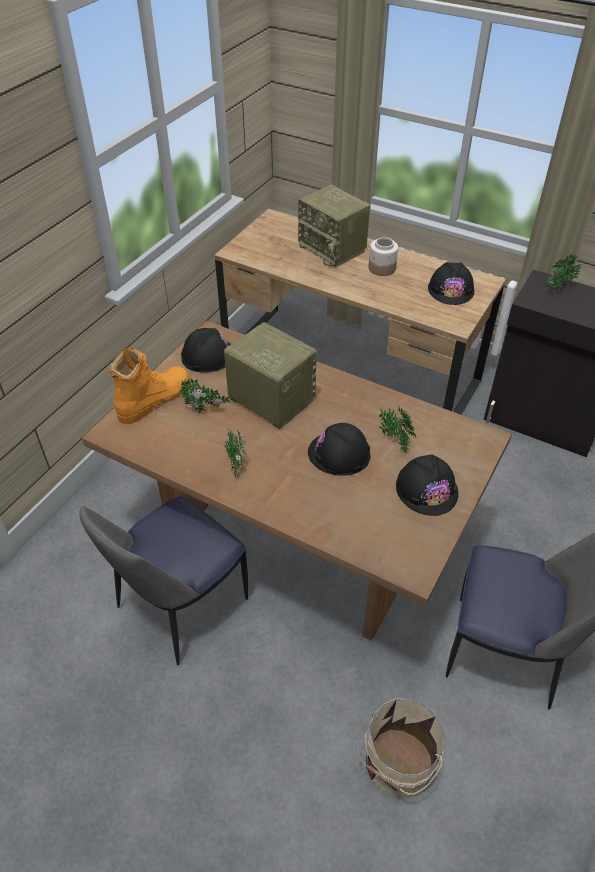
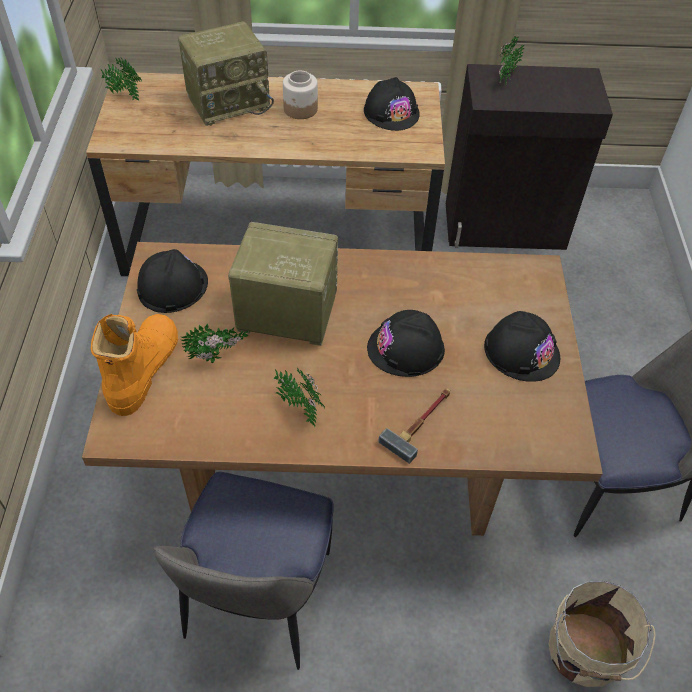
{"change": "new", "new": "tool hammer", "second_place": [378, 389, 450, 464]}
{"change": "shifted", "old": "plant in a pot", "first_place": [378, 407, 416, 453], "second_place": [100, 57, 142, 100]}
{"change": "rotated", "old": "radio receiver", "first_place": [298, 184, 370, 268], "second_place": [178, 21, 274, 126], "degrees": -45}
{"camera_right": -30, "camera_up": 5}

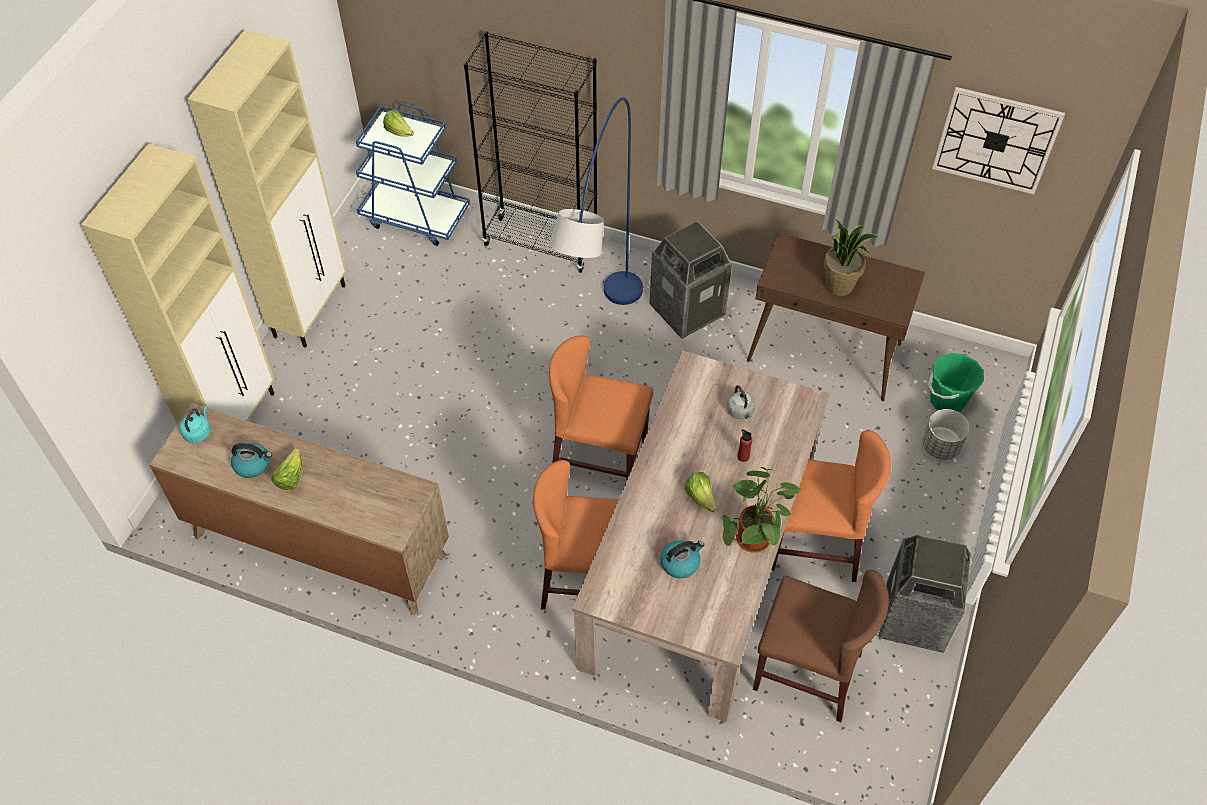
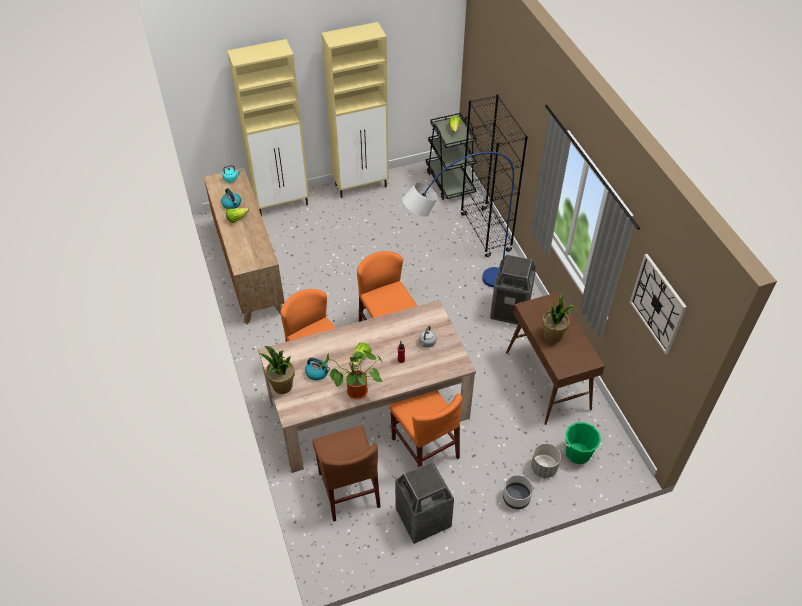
{"change": "new", "new": "plant in a pot", "second_place": [259, 346, 295, 394]}
{"change": "new", "new": "flower pot in grey", "second_place": [503, 475, 533, 509]}
{"change": "repainted", "old": "trolley in blue", "new": "trolley in black", "first_place": [356, 103, 470, 246], "second_place": [426, 113, 477, 200]}
{"camera_right": 50, "camera_up": -5}

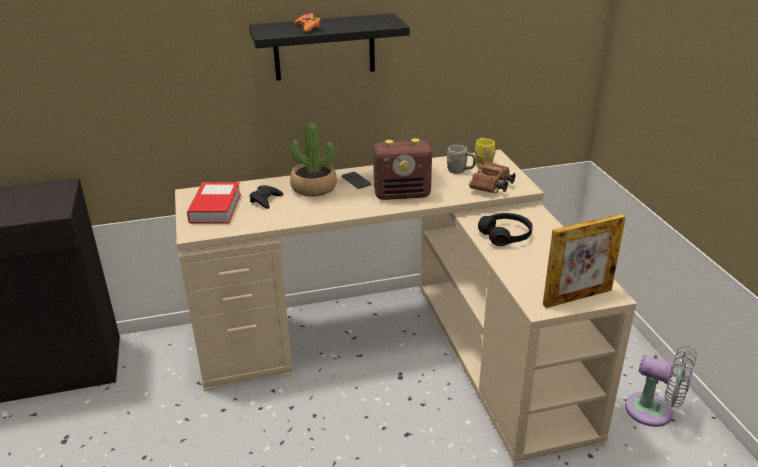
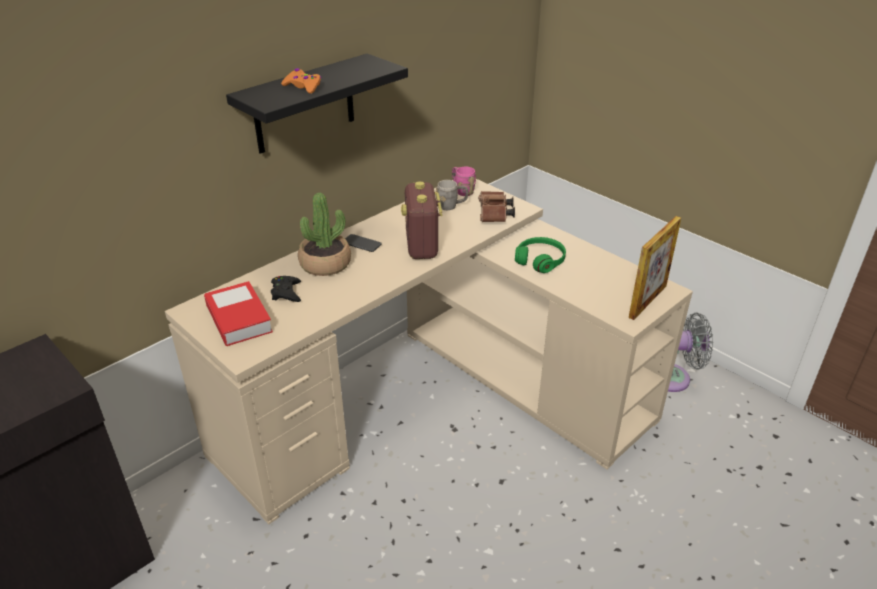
{"change": "repainted", "old": "coffee mug in yellow-coloured", "new": "coffee mug in pinkish", "first_place": [475, 138, 496, 165], "second_place": [452, 167, 476, 196]}
{"change": "repainted", "old": "pair of headphones in black", "new": "pair of headphones in green-coloured", "first_place": [478, 213, 533, 246], "second_place": [515, 237, 566, 273]}
{"change": "rotated", "old": "radio receiver", "first_place": [373, 138, 432, 200], "second_place": [401, 181, 442, 259], "degrees": 120}
{"camera_right": -30, "camera_up": 5}

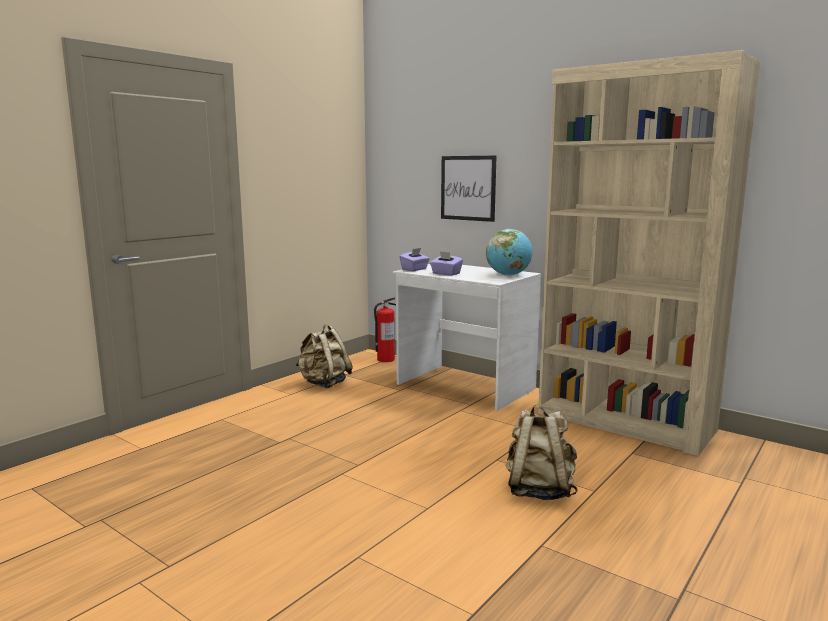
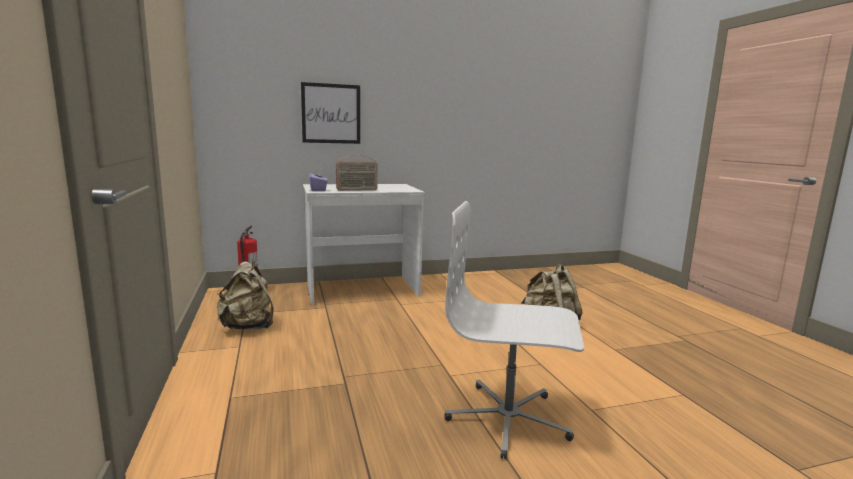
{"change": "gone", "old": "globe", "first_place": [486, 229, 533, 276]}
{"change": "gone", "old": "bookshelf in sand-coloured", "first_place": [538, 50, 760, 456]}
{"change": "new", "new": "desk chair in whitish", "second_place": [444, 201, 584, 459]}
{"change": "swapped", "old": "box of tissues in purplish", "new": "radio receiver", "first_place": [430, 251, 463, 276], "second_place": [336, 155, 378, 191]}
{"camera_right": -55, "camera_up": 0}

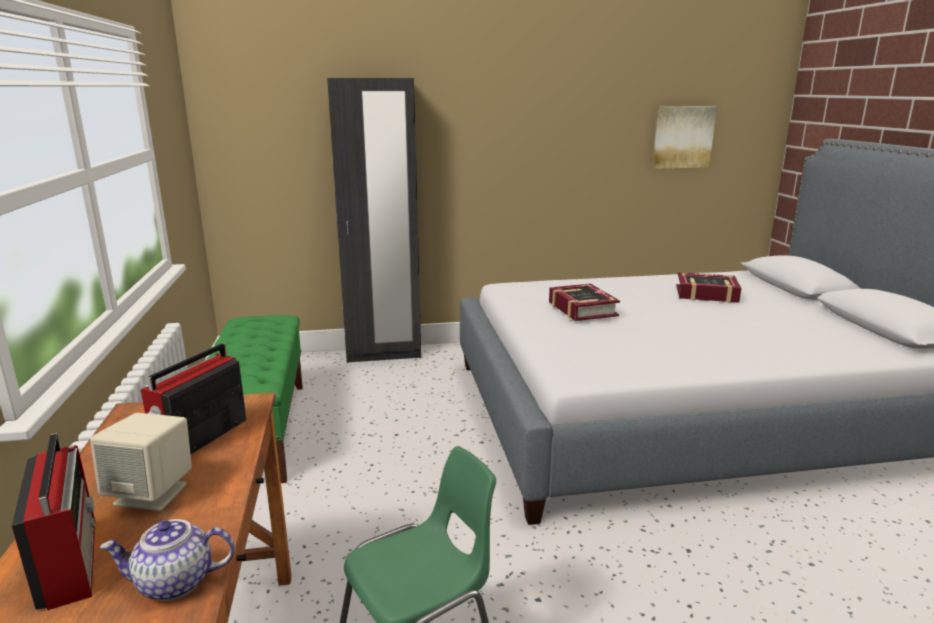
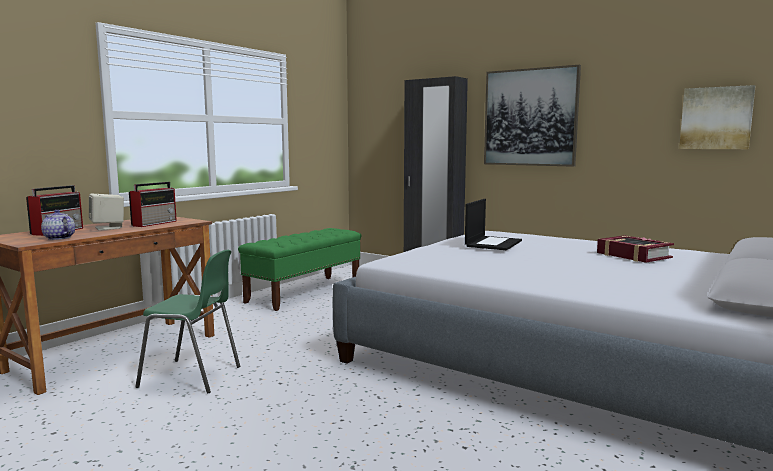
{"change": "new", "new": "picture", "second_place": [484, 65, 581, 167]}
{"change": "swapped", "old": "volume", "new": "laptop", "first_place": [549, 284, 620, 321], "second_place": [465, 199, 522, 250]}
{"change": "rotated", "old": "radio receiver", "first_place": [141, 343, 247, 454], "second_place": [129, 182, 177, 227], "degrees": 135}
{"camera_right": 45, "camera_up": -10}

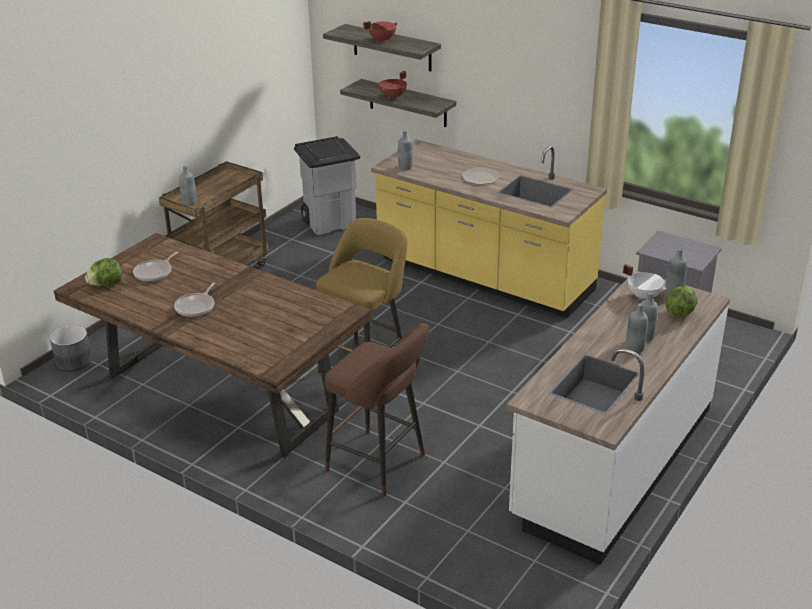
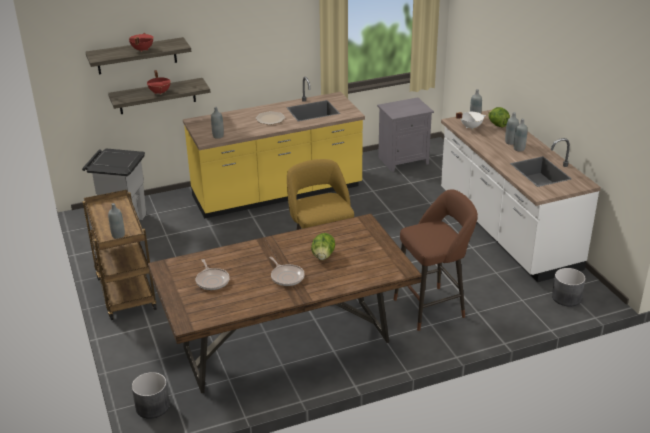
{"change": "new", "new": "flower pot in grey", "second_place": [552, 268, 586, 306]}
{"change": "shifted", "old": "head of lettuce", "first_place": [85, 258, 122, 287], "second_place": [311, 233, 335, 260]}
{"camera_right": -55, "camera_up": 0}

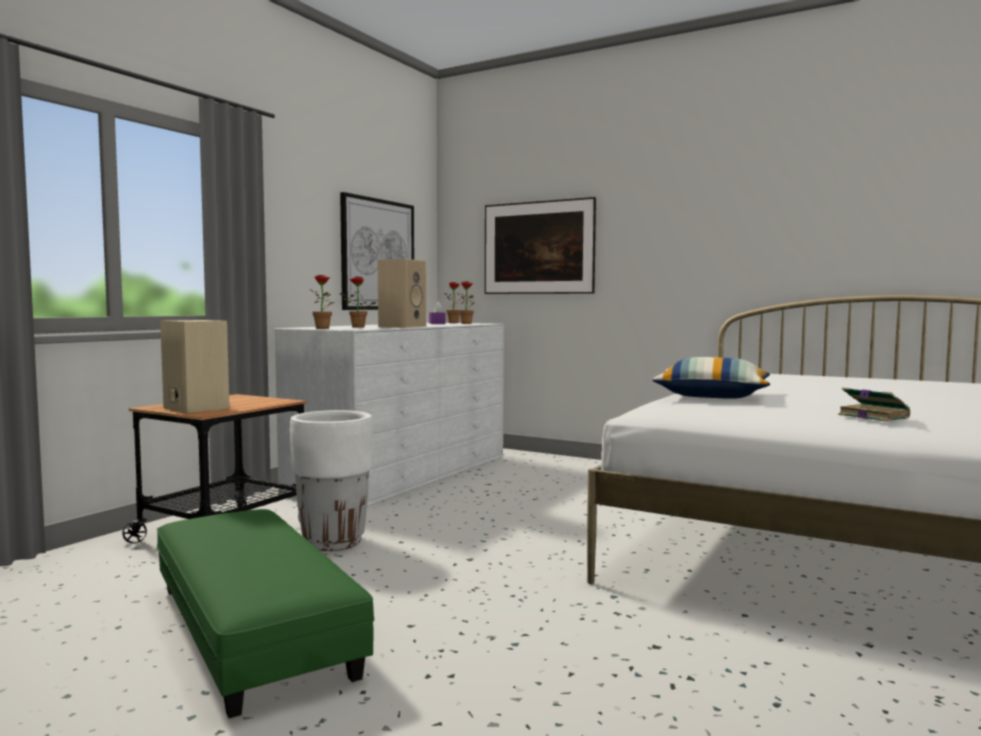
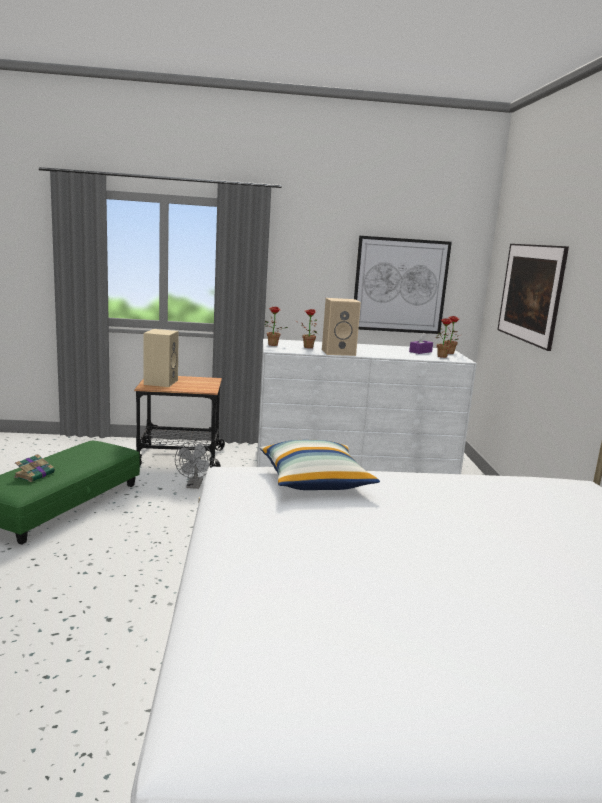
{"change": "shifted", "old": "volume", "first_place": [838, 387, 910, 422], "second_place": [14, 454, 55, 482]}
{"change": "swapped", "old": "flower pot in whitish", "new": "fan in grey", "first_place": [290, 410, 373, 551], "second_place": [175, 441, 213, 489]}
{"camera_right": 55, "camera_up": 10}

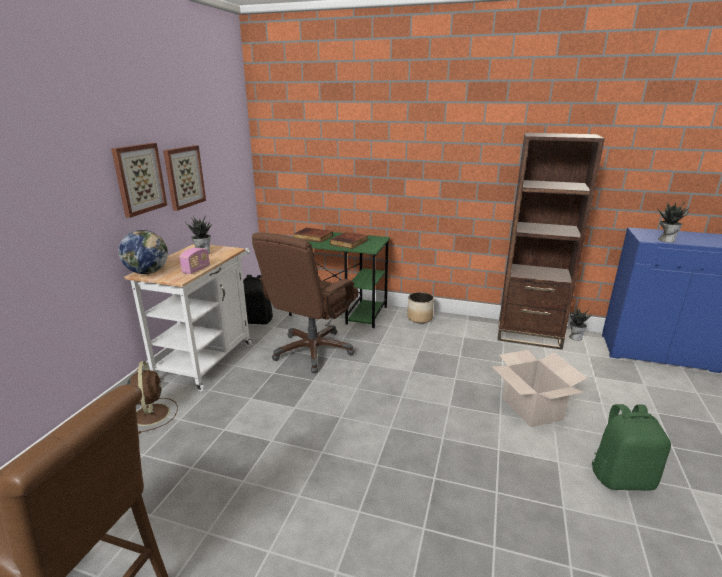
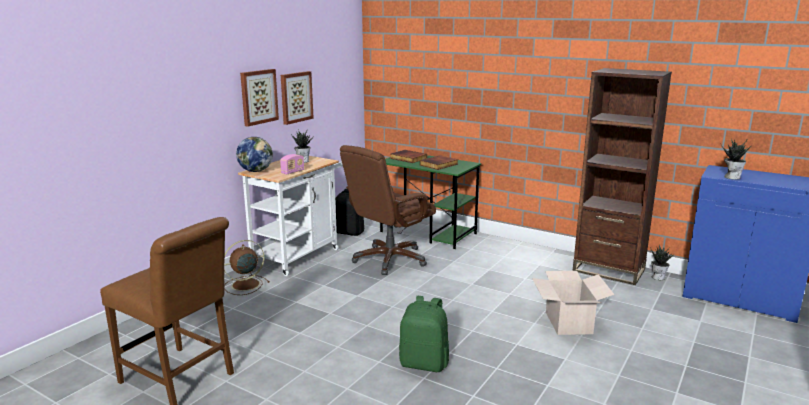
{"change": "gone", "old": "flower pot", "first_place": [407, 292, 434, 323]}
{"change": "shifted", "old": "rucksack in green-coloured", "first_place": [592, 404, 671, 490], "second_place": [399, 296, 449, 372]}
{"change": "rotated", "old": "fan in brown", "first_place": [127, 361, 178, 434], "second_place": [224, 240, 270, 295], "degrees": -120}
{"camera_right": 15, "camera_up": -5}

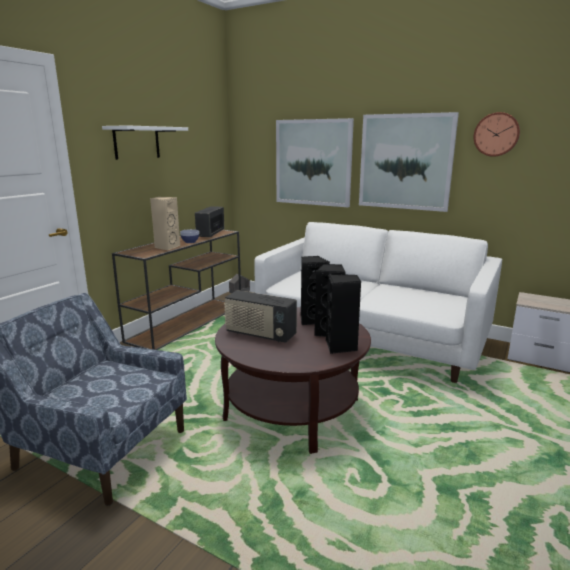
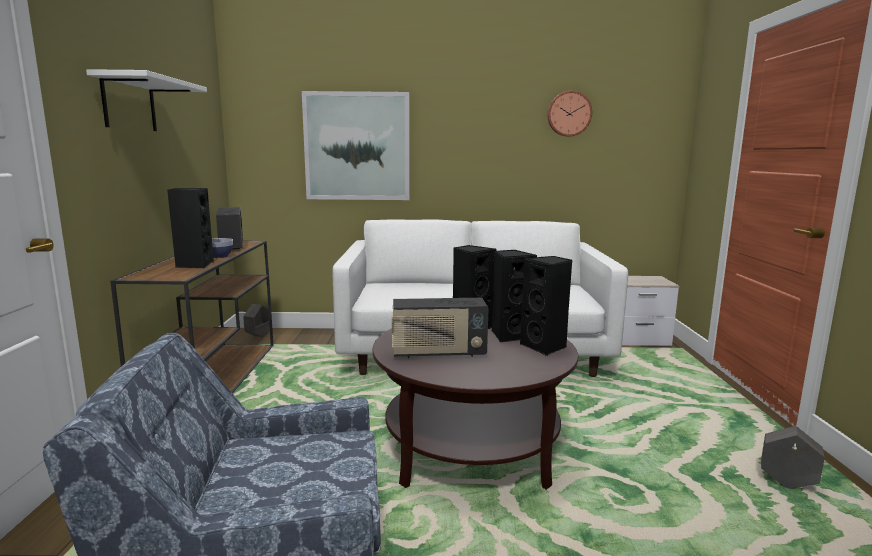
{"change": "gone", "old": "picture", "first_place": [359, 112, 459, 212]}
{"change": "new", "new": "flower pot in grey", "second_place": [761, 426, 825, 489]}
{"change": "repainted", "old": "speaker in sand-coloured", "new": "speaker in black", "first_place": [150, 197, 180, 250], "second_place": [167, 188, 214, 268]}
{"camera_right": -30, "camera_up": -5}

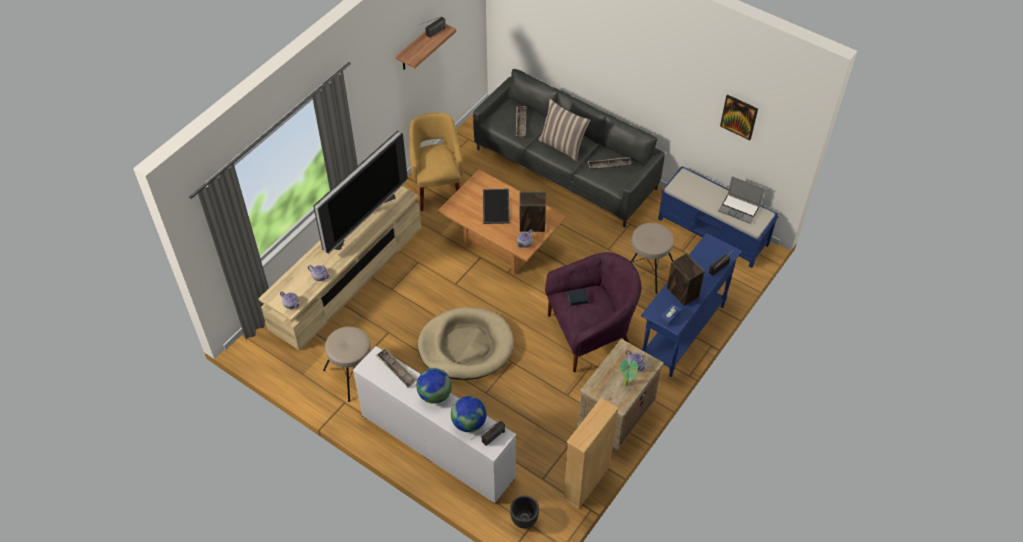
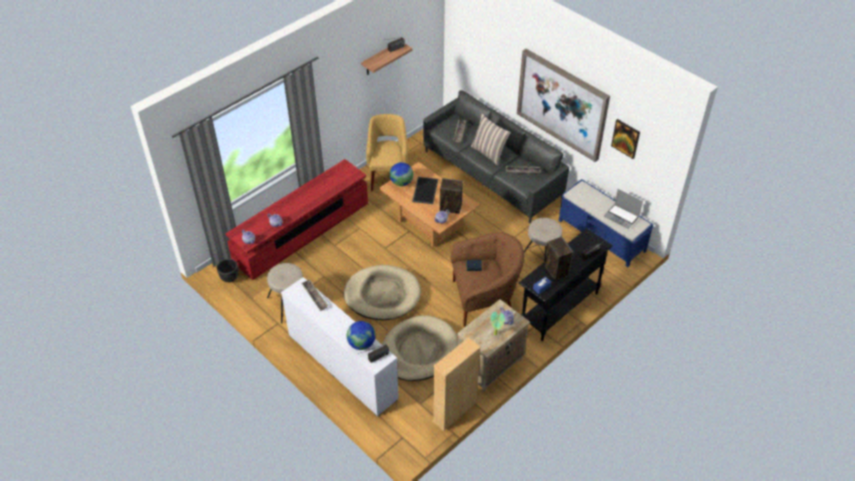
{"change": "gone", "old": "TV set", "first_place": [313, 131, 408, 254]}
{"change": "new", "new": "pet bed in sand-coloured", "second_place": [382, 315, 458, 381]}
{"change": "new", "new": "picture", "second_place": [517, 49, 610, 162]}
{"change": "shifted", "old": "globe", "first_place": [417, 368, 452, 404], "second_place": [390, 162, 413, 186]}
{"change": "shifted", "old": "flower pot in black", "first_place": [510, 495, 539, 529], "second_place": [217, 259, 239, 283]}
{"change": "repainted", "old": "media console in sand-coloured", "new": "media console in red-coloured", "first_place": [258, 186, 421, 350], "second_place": [225, 159, 368, 280]}
{"change": "repainted", "old": "lounge chair in purplish", "new": "lounge chair in brown", "first_place": [545, 252, 641, 372], "second_place": [451, 232, 525, 327]}
{"change": "repainted", "old": "console table in blue", "new": "console table in black", "first_place": [641, 233, 742, 377], "second_place": [519, 228, 613, 341]}
{"camera_right": 10, "camera_up": -5}

